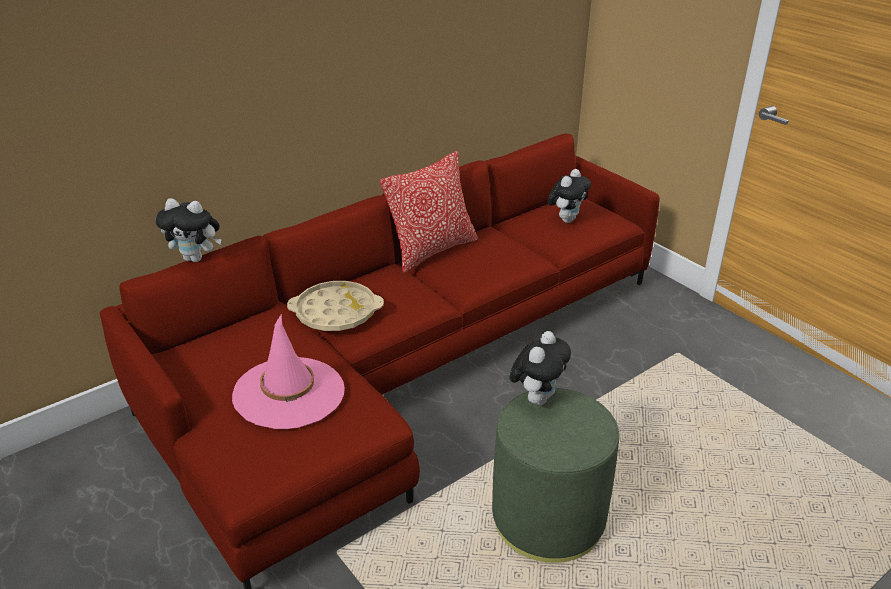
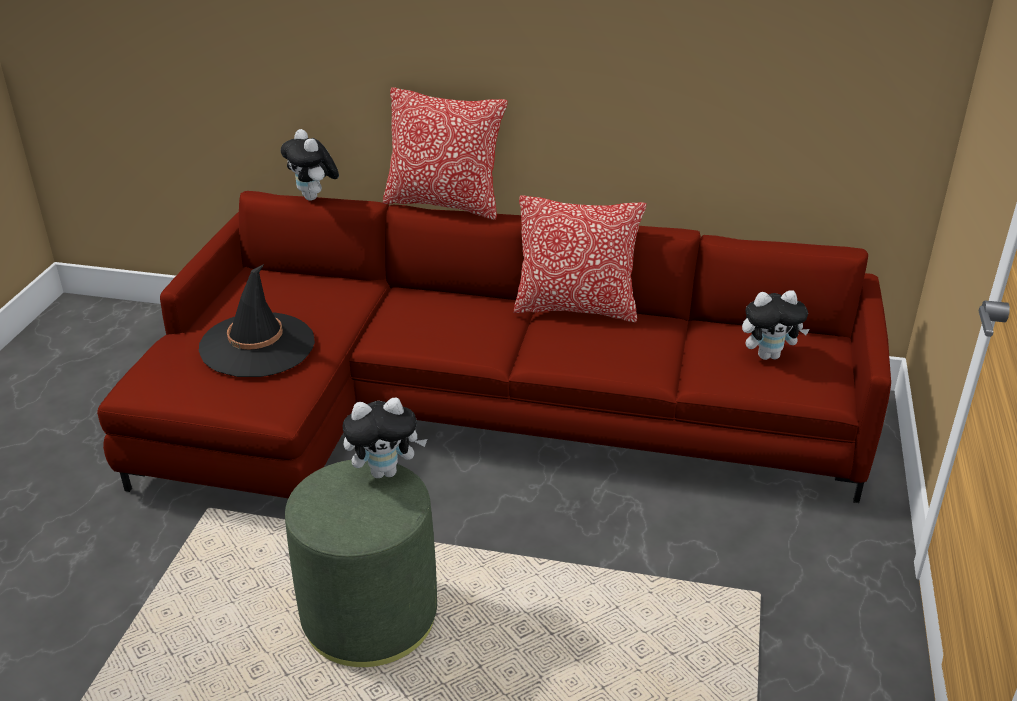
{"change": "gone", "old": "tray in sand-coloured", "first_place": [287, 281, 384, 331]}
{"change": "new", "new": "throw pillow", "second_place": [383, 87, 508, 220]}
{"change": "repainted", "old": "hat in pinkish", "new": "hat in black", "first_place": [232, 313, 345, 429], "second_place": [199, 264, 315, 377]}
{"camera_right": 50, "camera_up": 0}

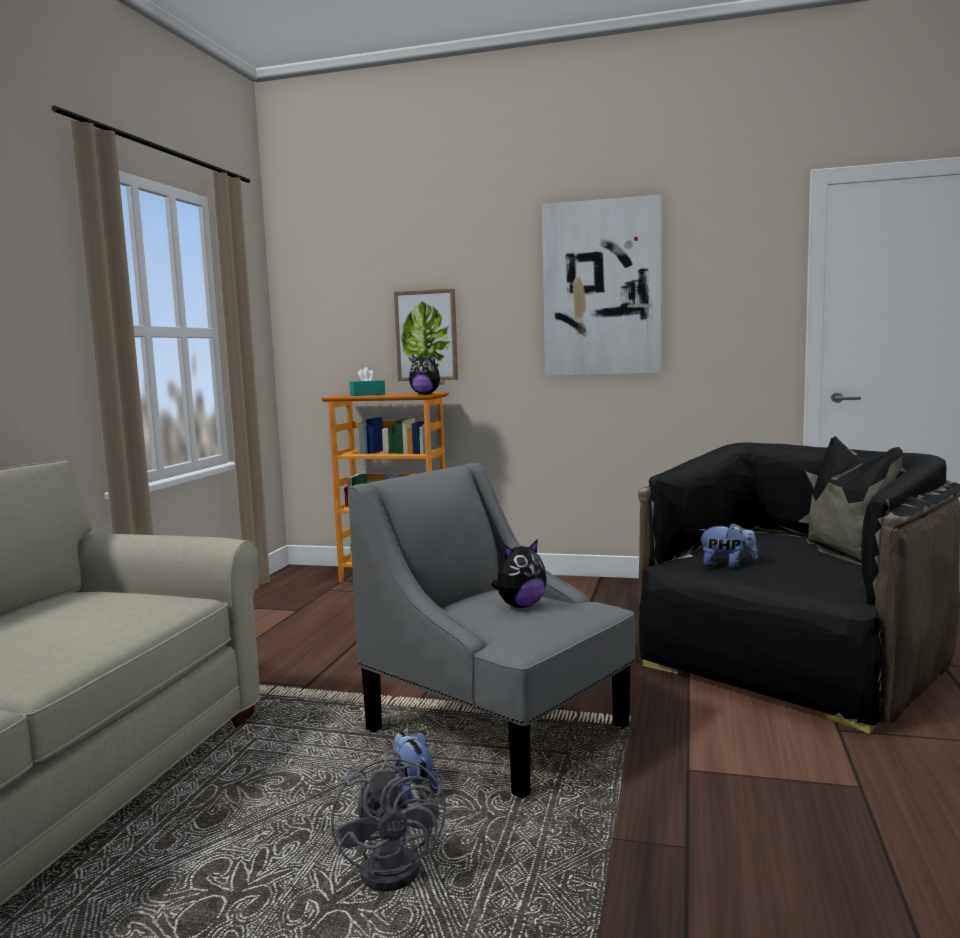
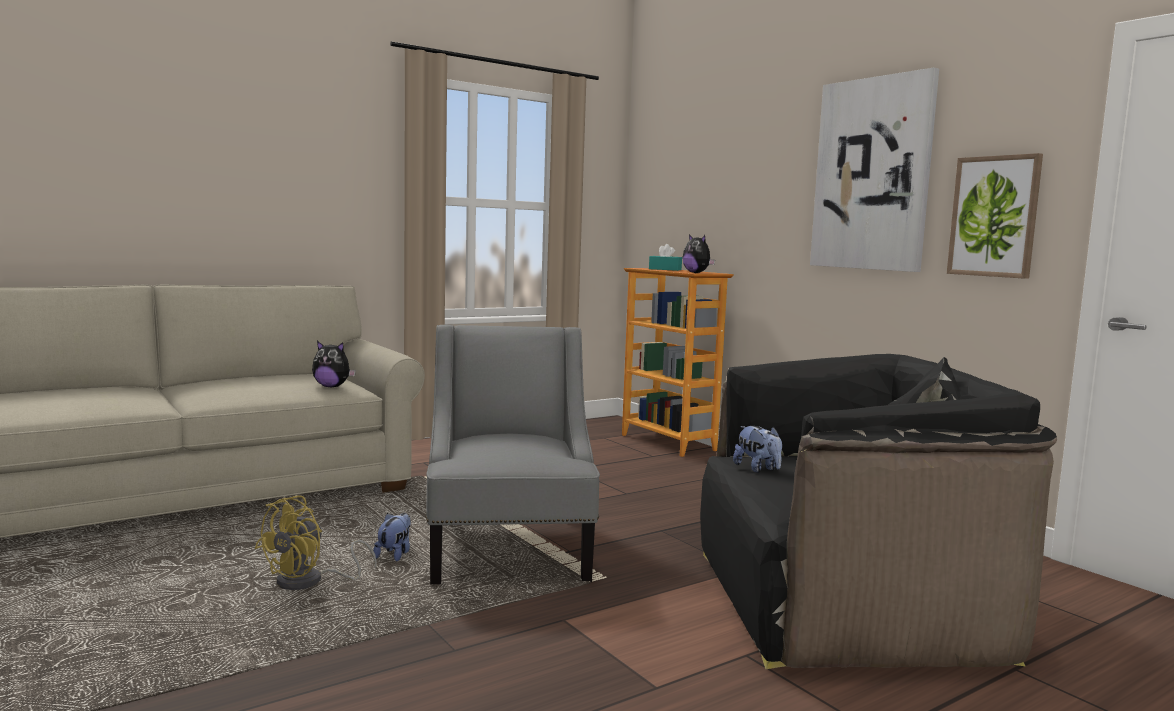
{"change": "shifted", "old": "picture", "first_place": [394, 289, 458, 381], "second_place": [947, 153, 1043, 279]}
{"change": "shifted", "old": "soft toy", "first_place": [491, 539, 547, 608], "second_place": [312, 341, 356, 387]}
{"change": "repainted", "old": "fan in grey", "new": "fan in yellow-coloured", "first_place": [331, 751, 446, 891], "second_place": [255, 495, 377, 590]}
{"camera_right": 40, "camera_up": 0}

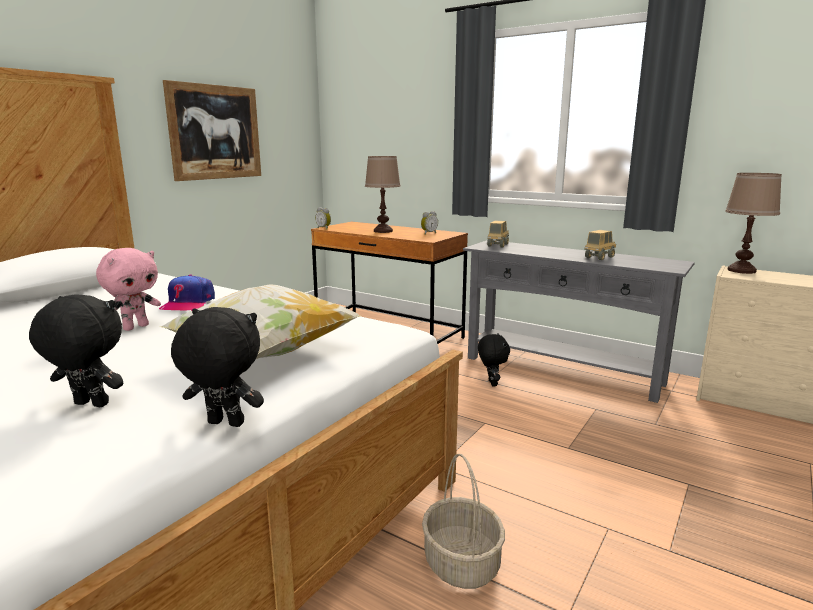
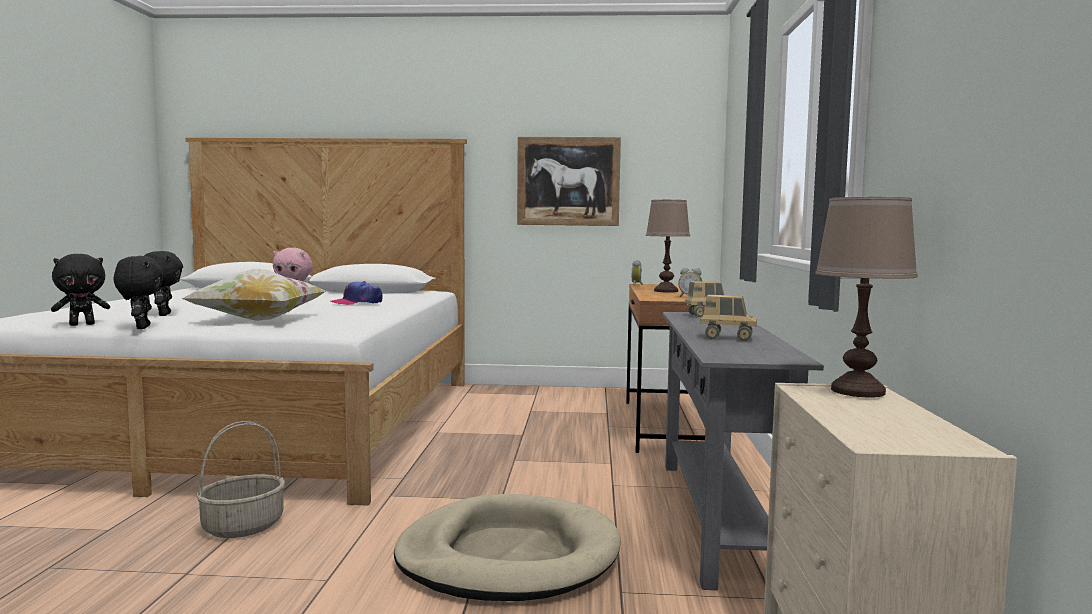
{"change": "new", "new": "pet bed in sand-coloured", "second_place": [394, 494, 621, 601]}
{"change": "shifted", "old": "soft toy in black", "first_place": [478, 333, 510, 386], "second_place": [51, 254, 110, 326]}
{"camera_right": 60, "camera_up": -10}

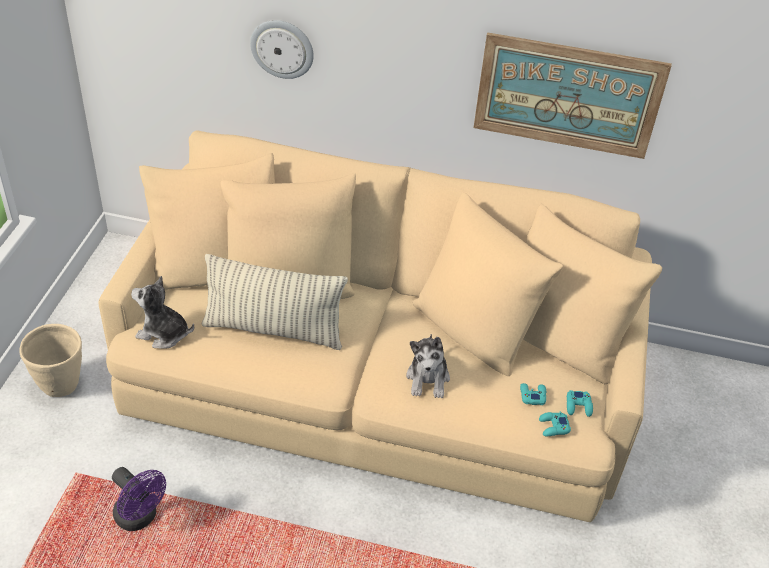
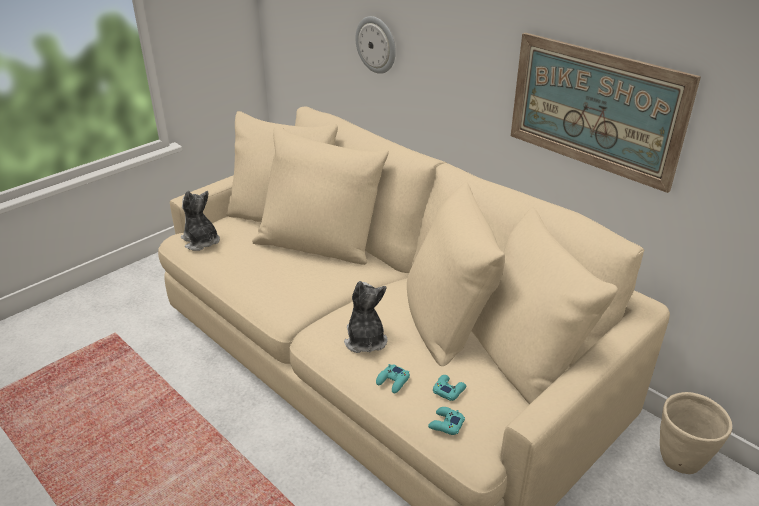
{"change": "gone", "old": "fan in purplish", "first_place": [112, 467, 166, 531]}
{"change": "gone", "old": "throw pillow", "first_place": [201, 254, 348, 350]}
{"change": "shifted", "old": "flower pot in sand-coloured", "first_place": [19, 324, 82, 397], "second_place": [660, 392, 732, 474]}
{"change": "shifted", "old": "game controller in turquoise", "first_place": [567, 390, 593, 417], "second_place": [376, 364, 410, 393]}
{"change": "rotated", "old": "soft toy", "first_place": [406, 334, 450, 398], "second_place": [344, 281, 387, 353], "degrees": 135}
{"camera_right": 35, "camera_up": -10}

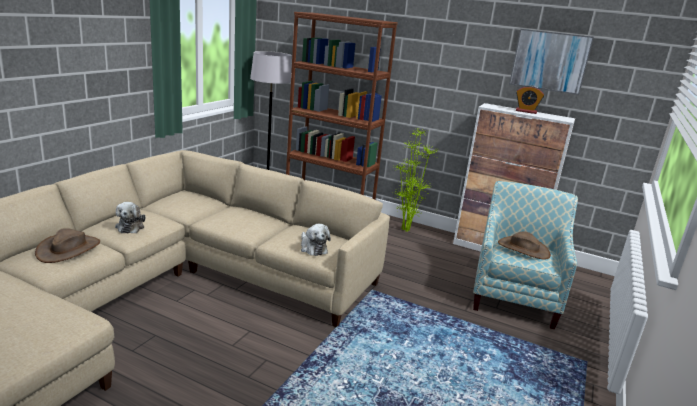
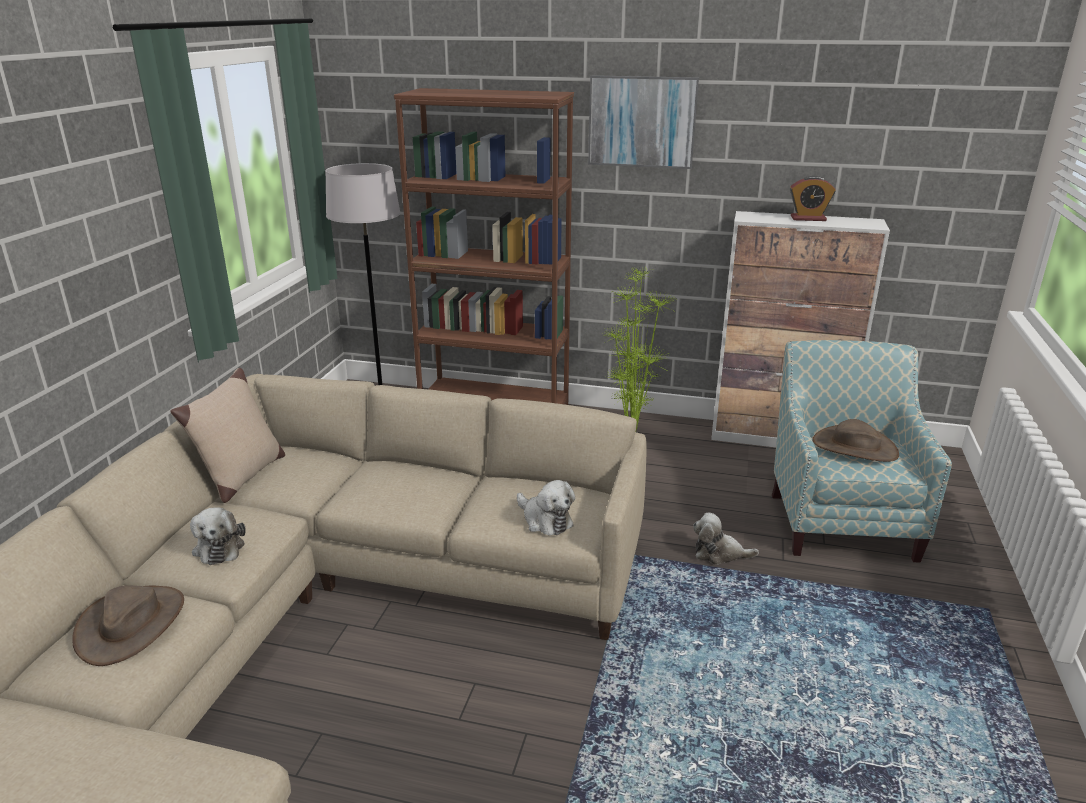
{"change": "new", "new": "throw pillow in sand-coloured", "second_place": [170, 368, 285, 503]}
{"change": "new", "new": "soft toy", "second_place": [693, 513, 759, 565]}
{"change": "shifted", "old": "picture", "first_place": [509, 29, 594, 95], "second_place": [588, 75, 699, 169]}
{"camera_right": -10, "camera_up": 5}

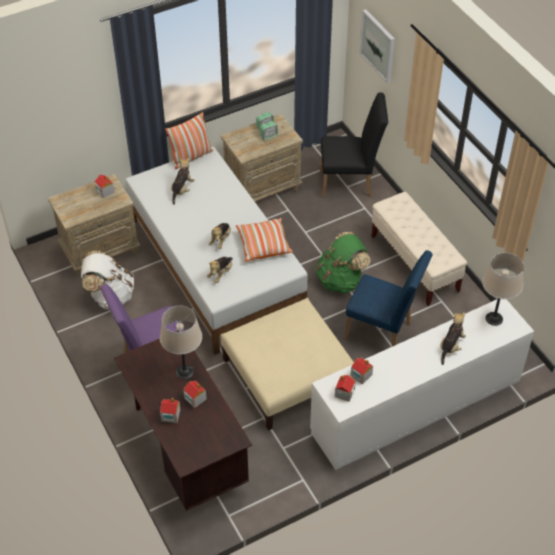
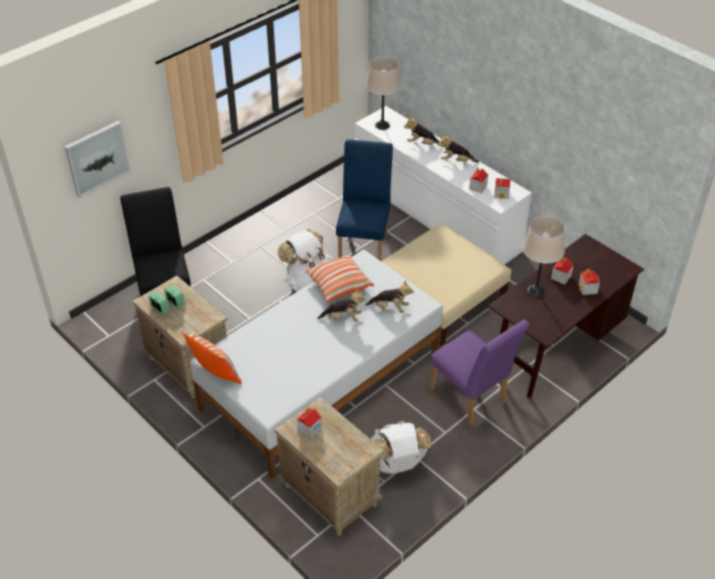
{"change": "gone", "old": "bench in sand-coloured", "first_place": [371, 192, 467, 306]}
{"change": "shifted", "old": "soft toy", "first_place": [171, 158, 194, 205], "second_place": [438, 134, 479, 163]}
{"change": "repainted", "old": "rucksack in green-coloured", "new": "rucksack in whitish", "first_place": [315, 232, 371, 294], "second_place": [278, 229, 334, 291]}
{"camera_right": -105, "camera_up": -5}

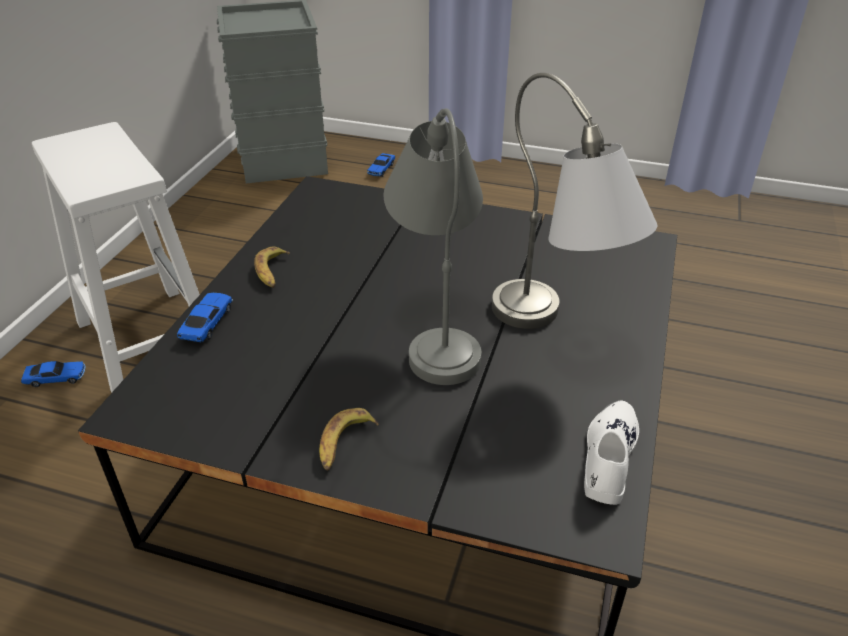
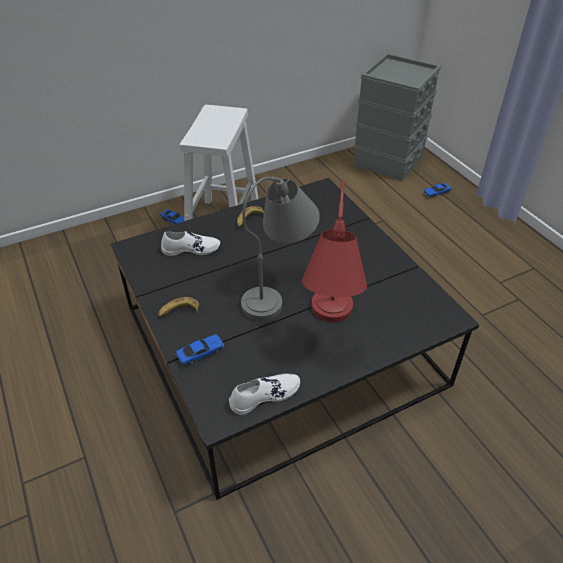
{"change": "new", "new": "item of footwear in whitish", "second_place": [161, 231, 220, 256]}
{"change": "shifted", "old": "toy car", "first_place": [177, 293, 233, 343], "second_place": [175, 334, 224, 365]}
{"change": "repainted", "old": "lamp for a table in grey", "new": "lamp for a table in red-coloured", "first_place": [492, 73, 657, 329], "second_place": [302, 179, 367, 322]}
{"camera_right": 45, "camera_up": 5}

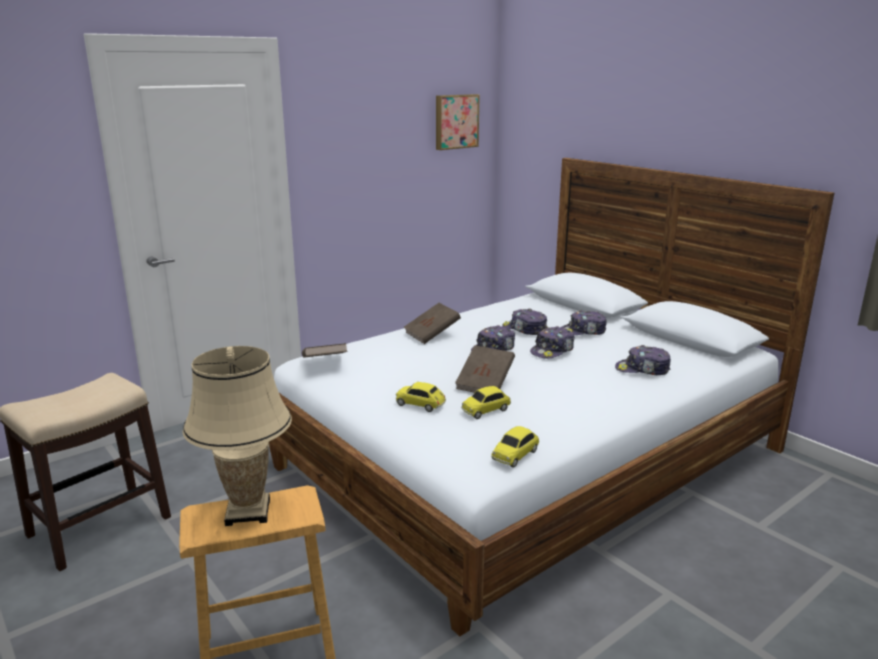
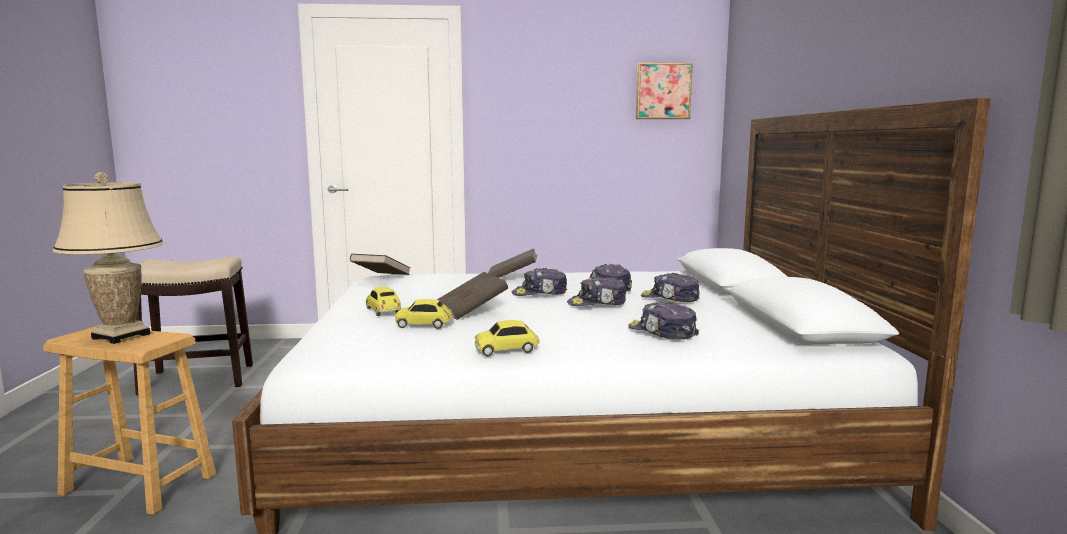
{"change": "shifted", "old": "toy car", "first_place": [491, 426, 539, 468], "second_place": [474, 320, 540, 356]}
{"camera_right": 35, "camera_up": -10}

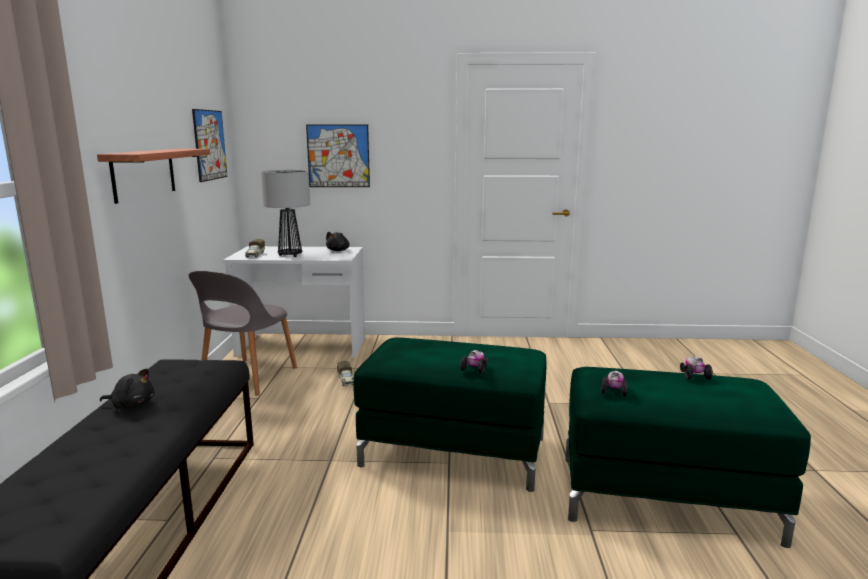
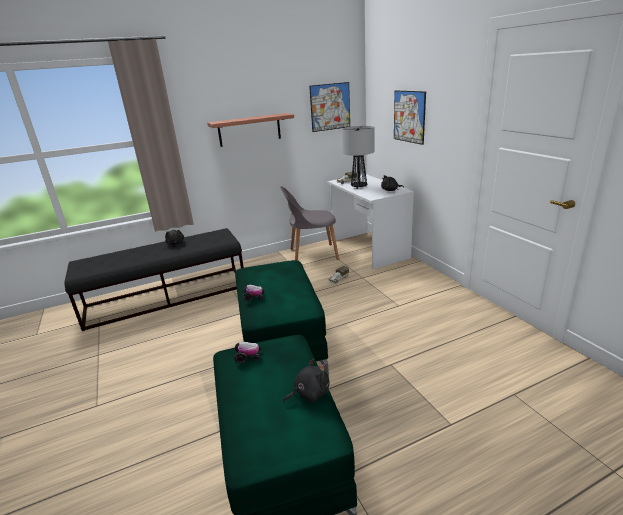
{"change": "swapped", "old": "toy car", "new": "soft toy in black", "first_place": [680, 356, 713, 380], "second_place": [282, 359, 330, 402]}
{"camera_right": 65, "camera_up": 10}

